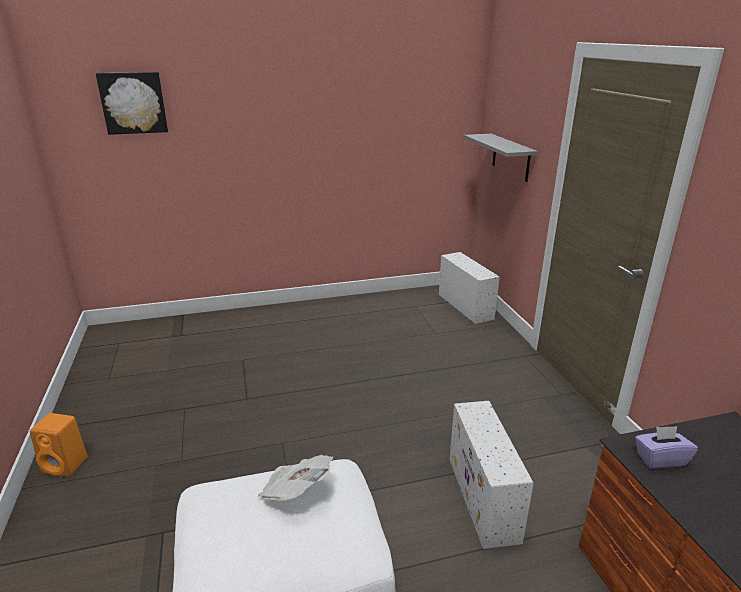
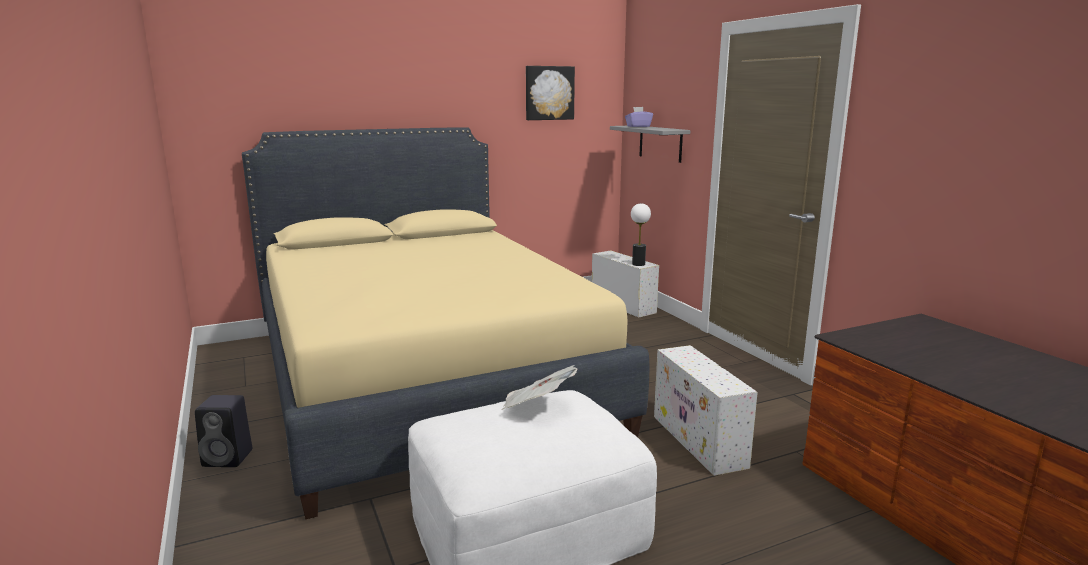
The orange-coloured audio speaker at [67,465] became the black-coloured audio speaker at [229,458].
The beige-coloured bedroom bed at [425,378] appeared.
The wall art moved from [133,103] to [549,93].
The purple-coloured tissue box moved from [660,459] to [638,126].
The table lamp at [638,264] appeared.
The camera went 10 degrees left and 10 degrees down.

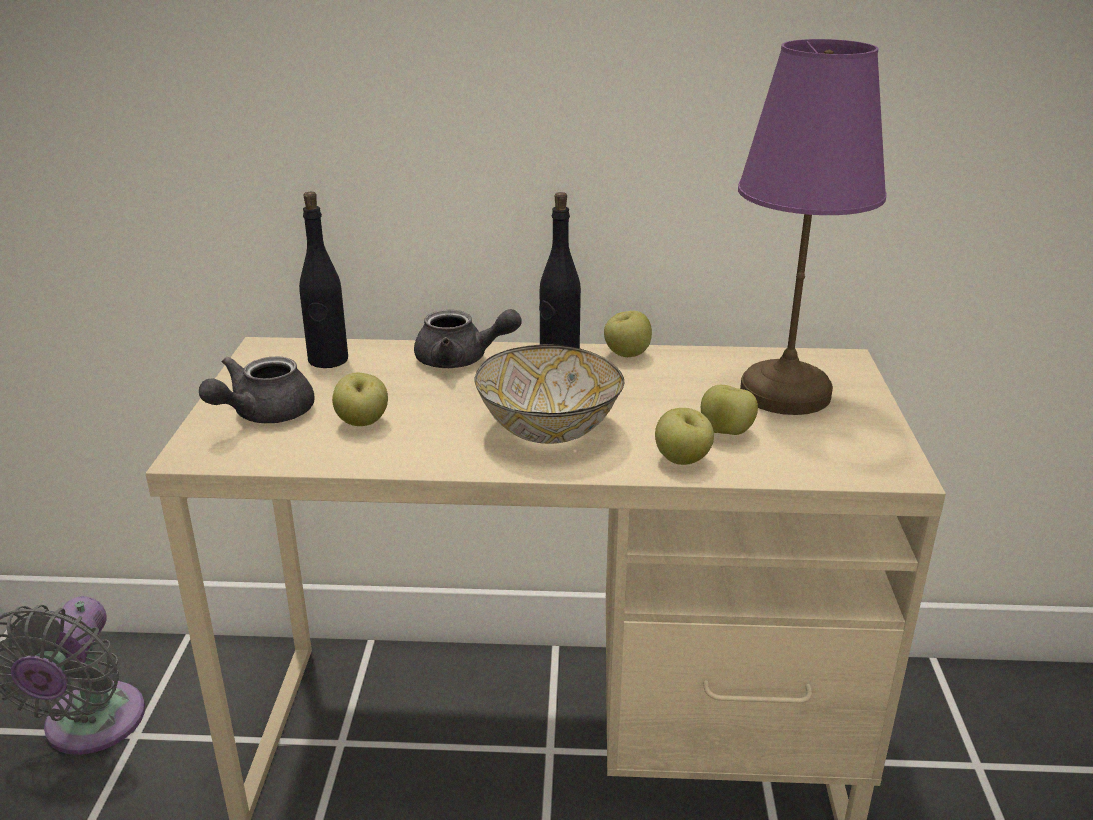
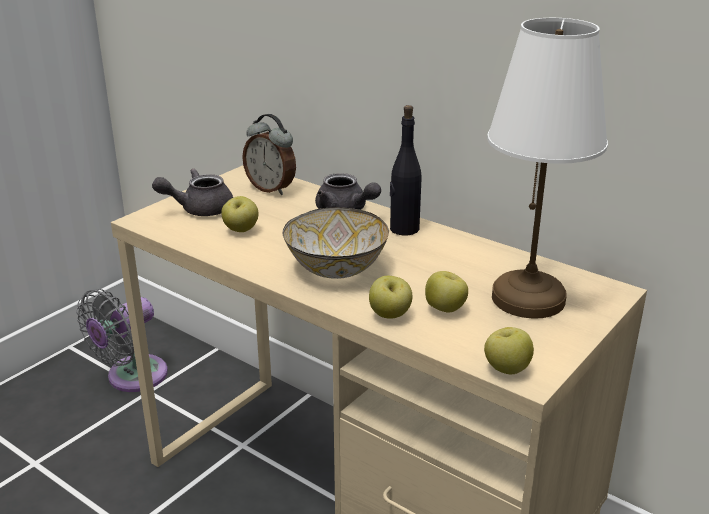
The black-coloured bottle at [328,360] was replaced by the table clock at [271,189].
The whole apple moved from [626,355] to [506,369].
The purple-coloured table lamp at [783,392] became the white-coloured table lamp at [528,297].
The camera went 35 degrees right and 0 degrees up.

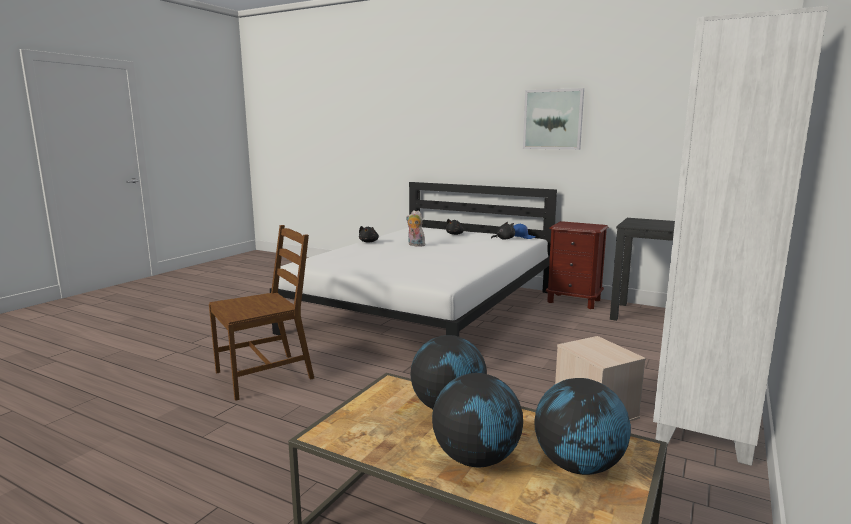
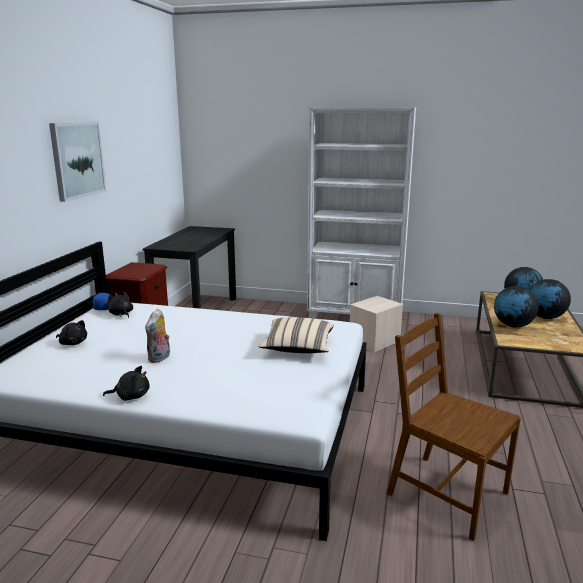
The beige-coloured throw pillow at [298,348] appeared.
The camera went 105 degrees left and 5 degrees up.

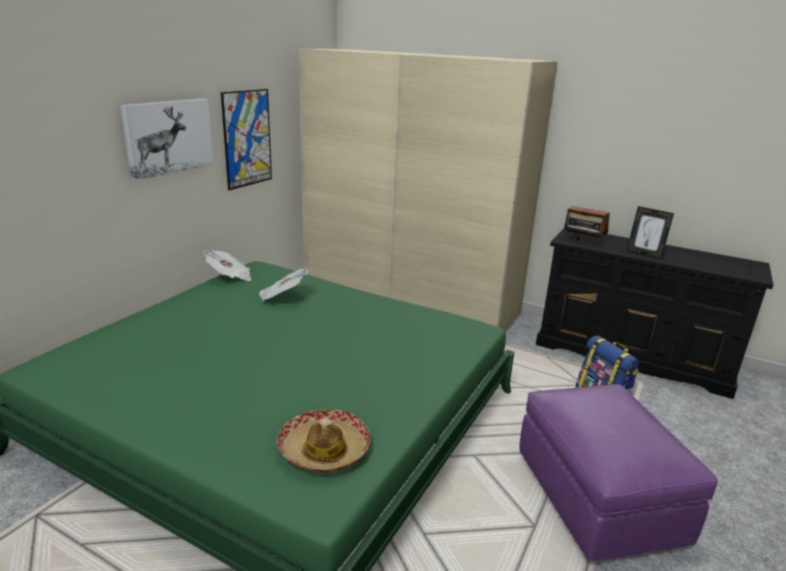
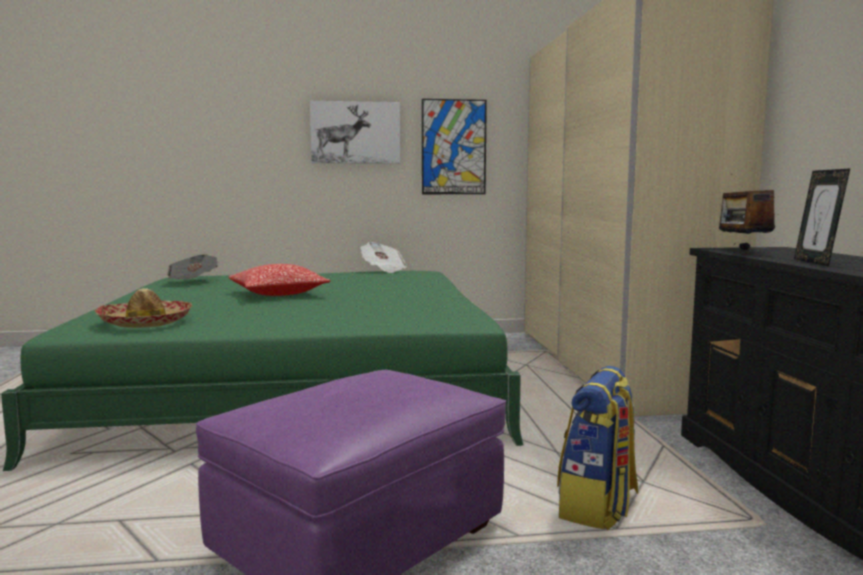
The printed paper moved from [282,296] to [193,282].
The throw pillow at [278,293] appeared.
The camera went 55 degrees right and 15 degrees down.

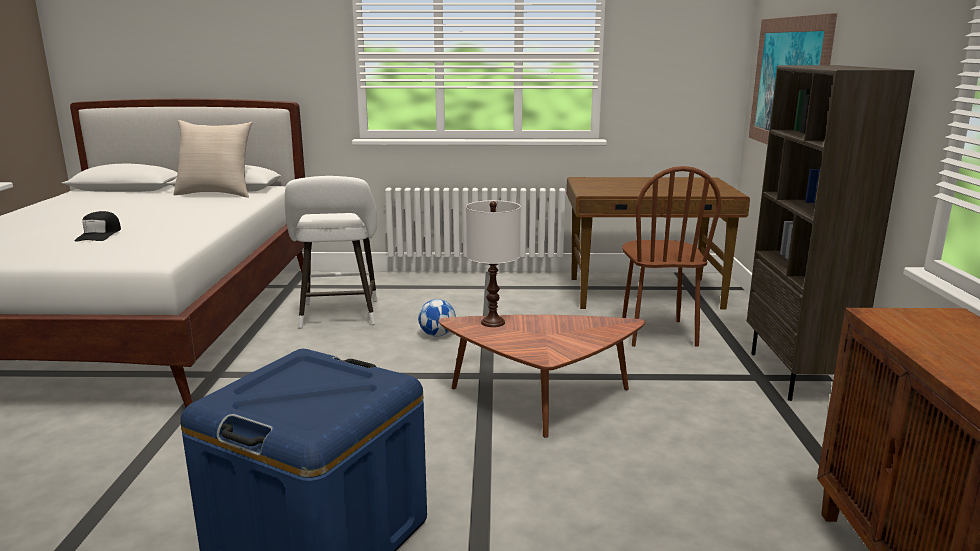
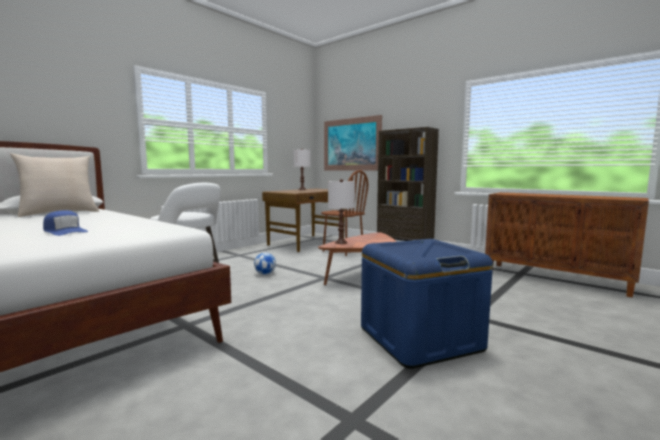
The black-coloured baseball cap at [99,235] became the bluish baseball cap at [65,231].
The white-coloured table lamp at [302,189] appeared.
The camera went 50 degrees left and 10 degrees down.

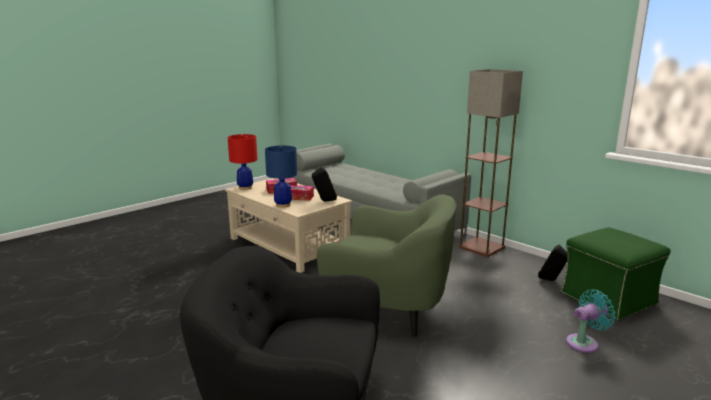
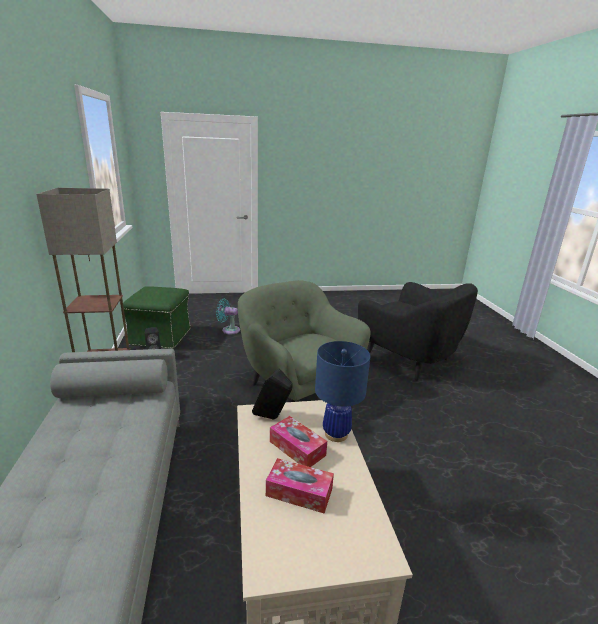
The reddish table lamp at [245,188] disappeared.
The camera went 145 degrees left and 5 degrees up.

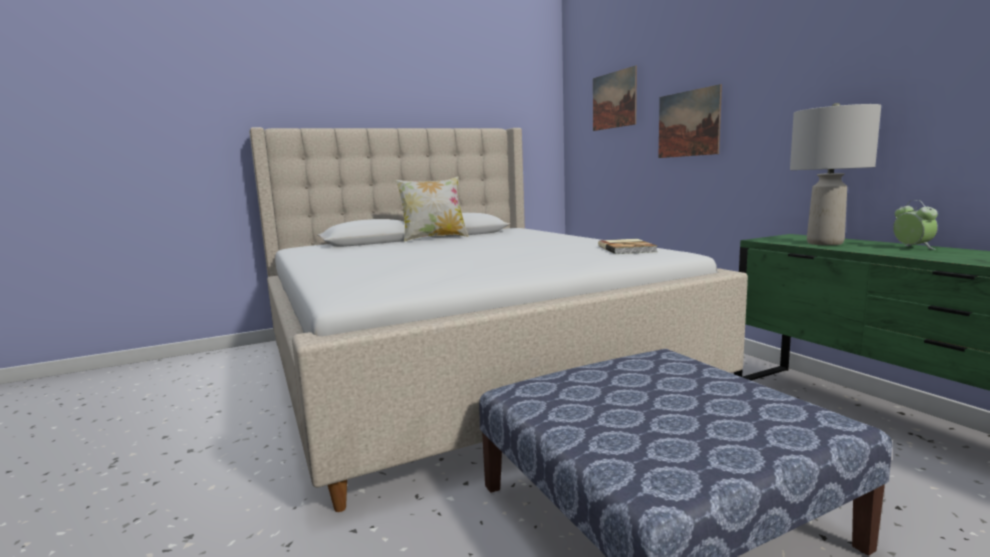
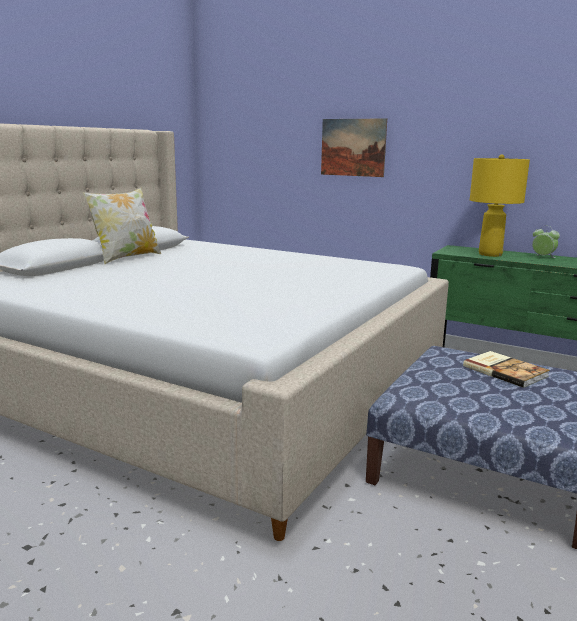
The volume moved from [627,248] to [505,370].
The grey table lamp at [824,243] became the yellow table lamp at [489,254].
The wall art at [614,100] disappeared.
The camera went 35 degrees left and 5 degrees up.

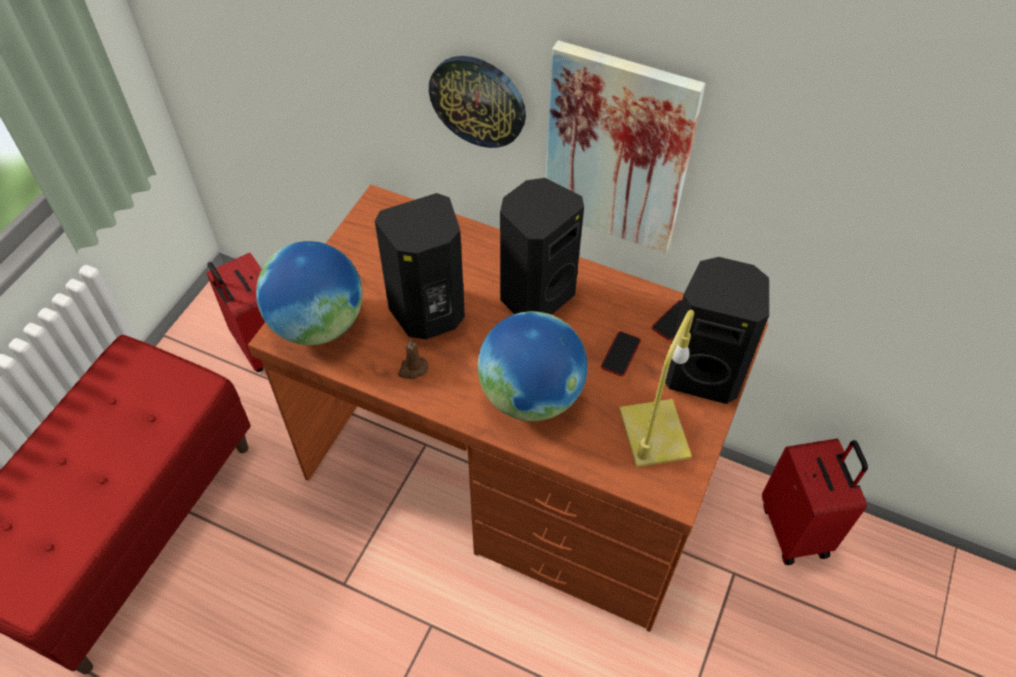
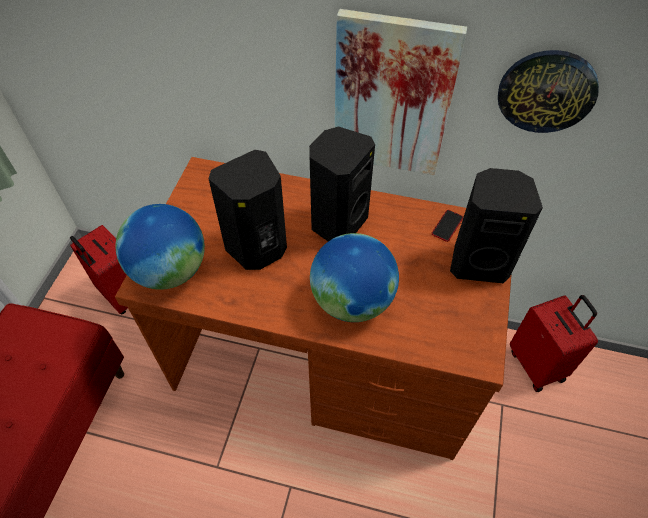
The wall clock moved from [478,101] to [546,91].
The brownish wax light at [412,369] disappeared.
The phone at [620,354] disappeared.
The yellow table lamp at [656,434] disappeared.
The camera went 10 degrees left and 0 degrees up.

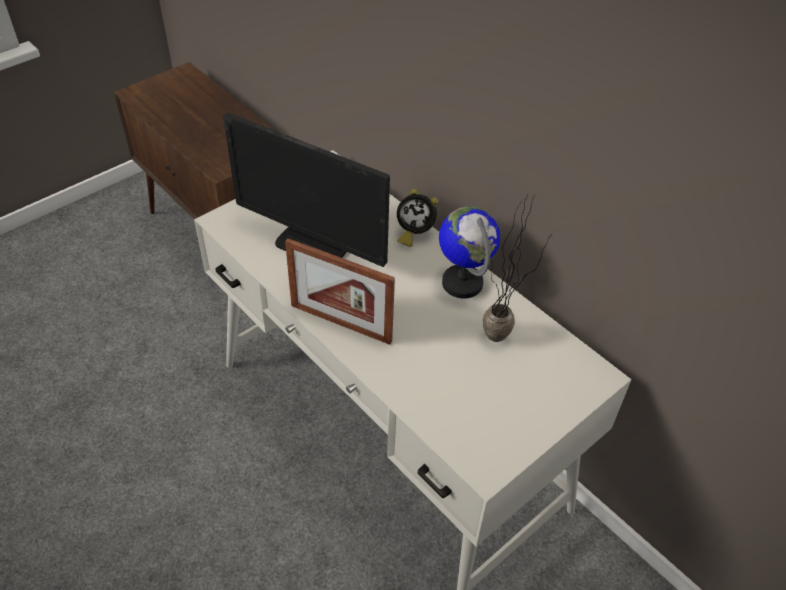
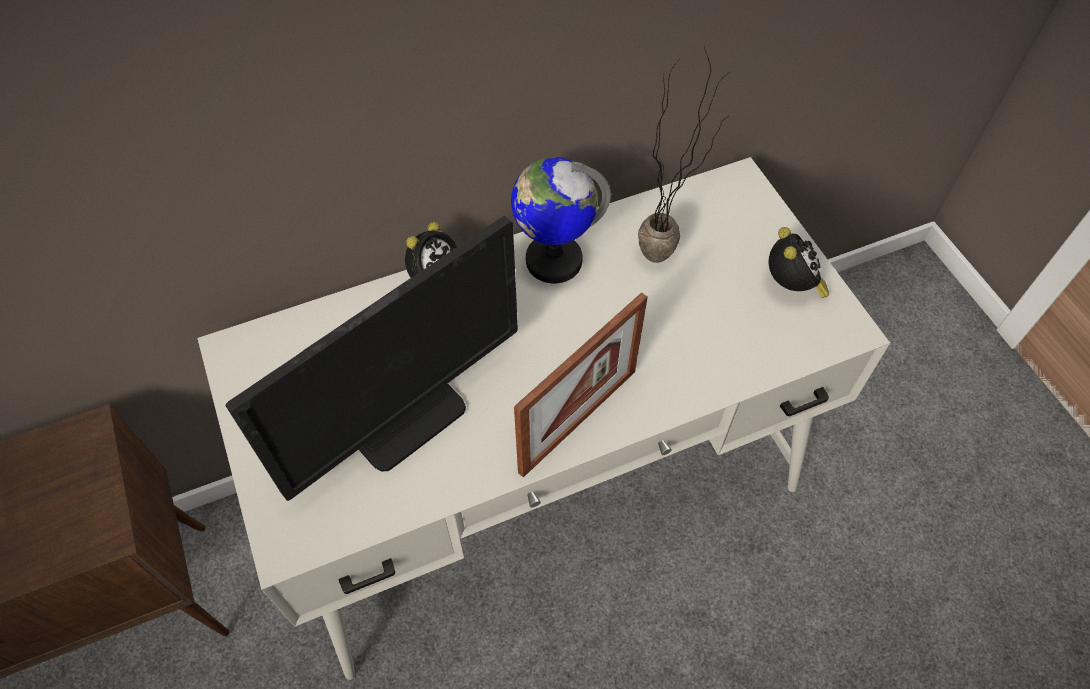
The table clock at [791,287] appeared.
The camera went 70 degrees left and 10 degrees up.

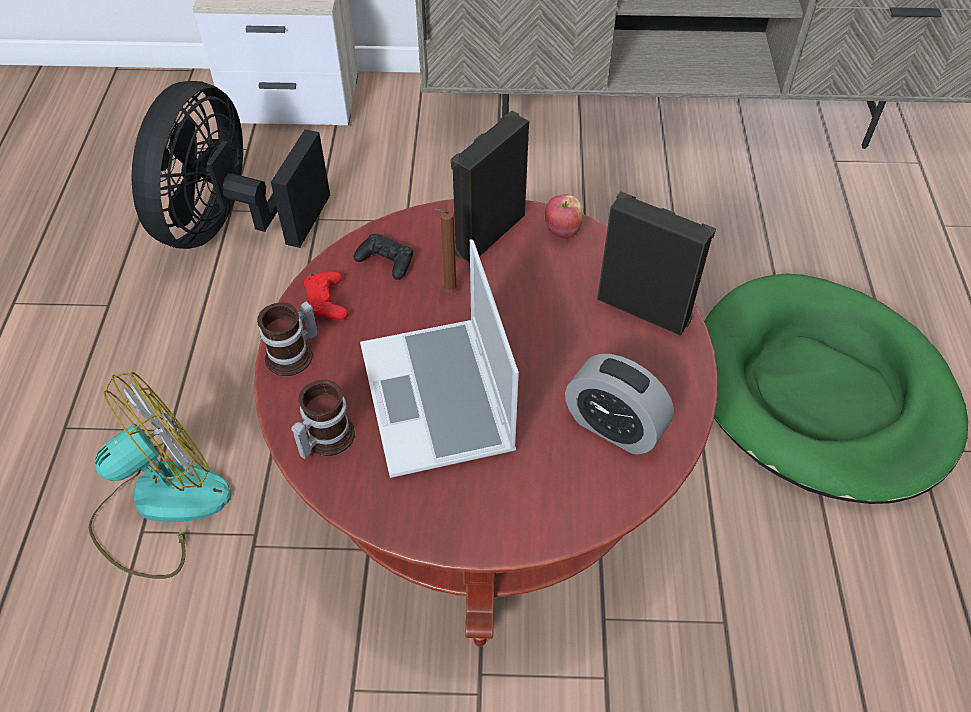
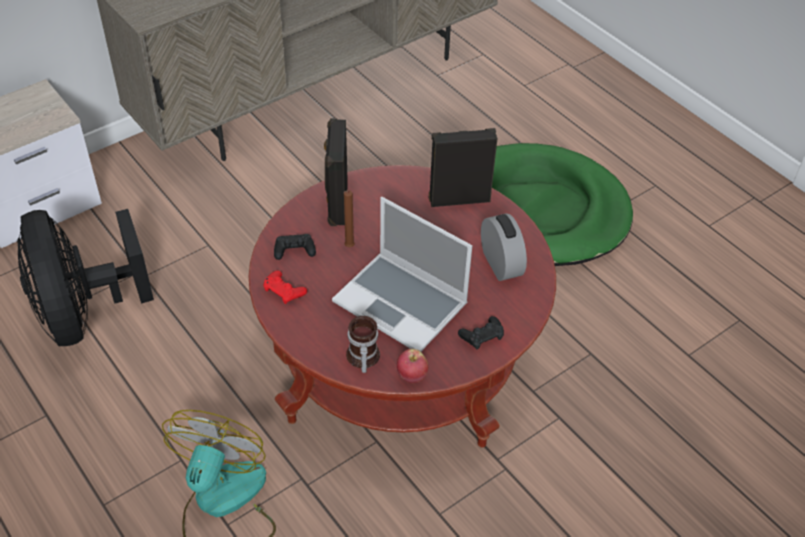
The whole apple moved from [562,231] to [412,376].
The black-coloured gamepad at [482,336] appeared.
The table clock at [614,426] turned 105 degrees counterclockwise.
The mug at [294,355] disappeared.
The camera went 40 degrees left and 5 degrees down.

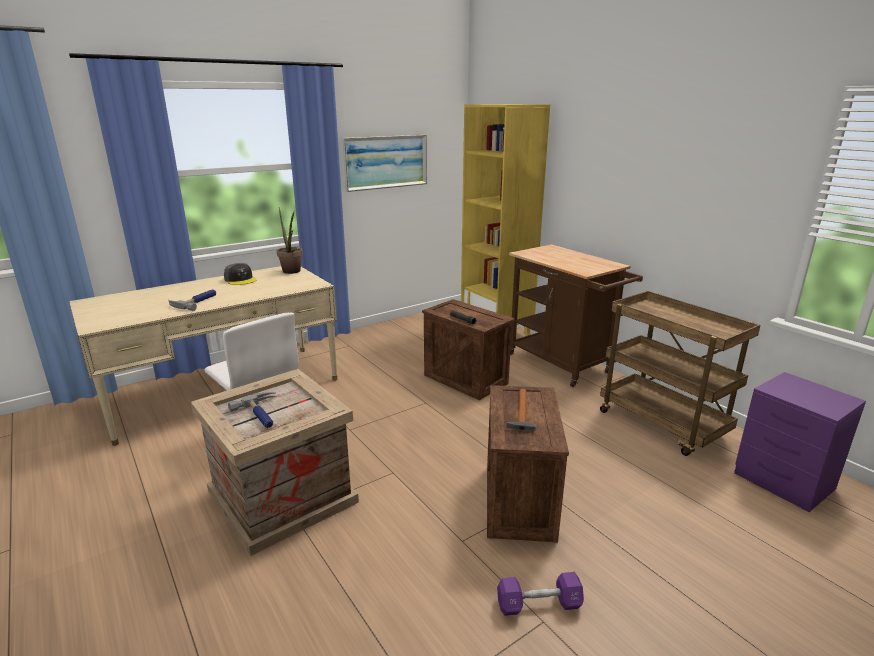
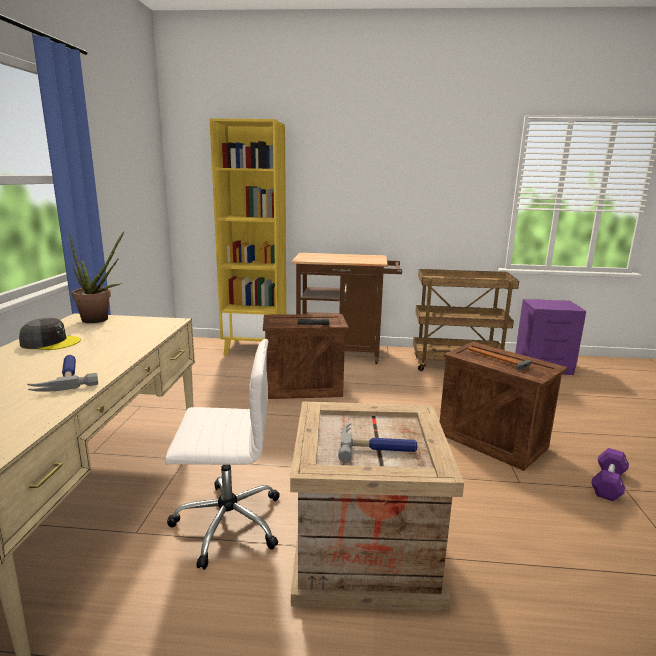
The wall art at [386,162] disappeared.
The camera went 50 degrees left and 5 degrees down.

